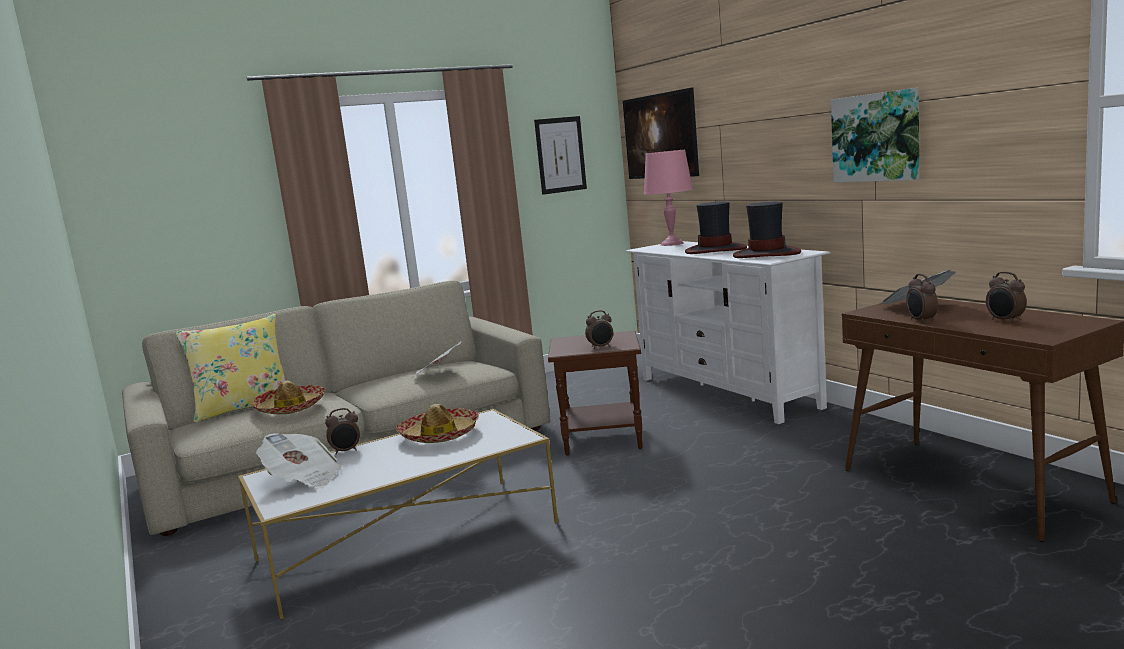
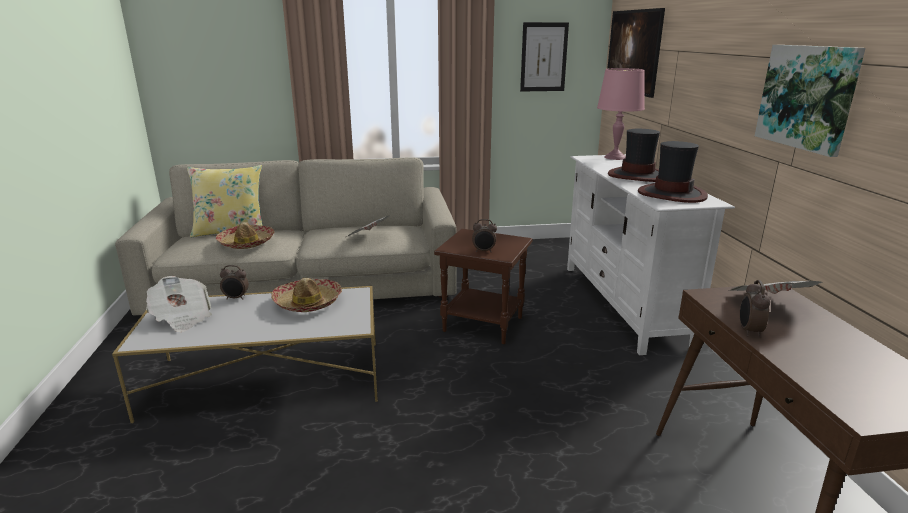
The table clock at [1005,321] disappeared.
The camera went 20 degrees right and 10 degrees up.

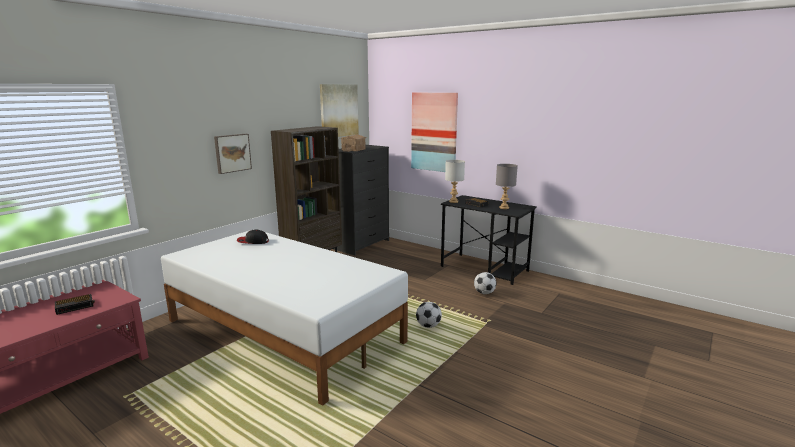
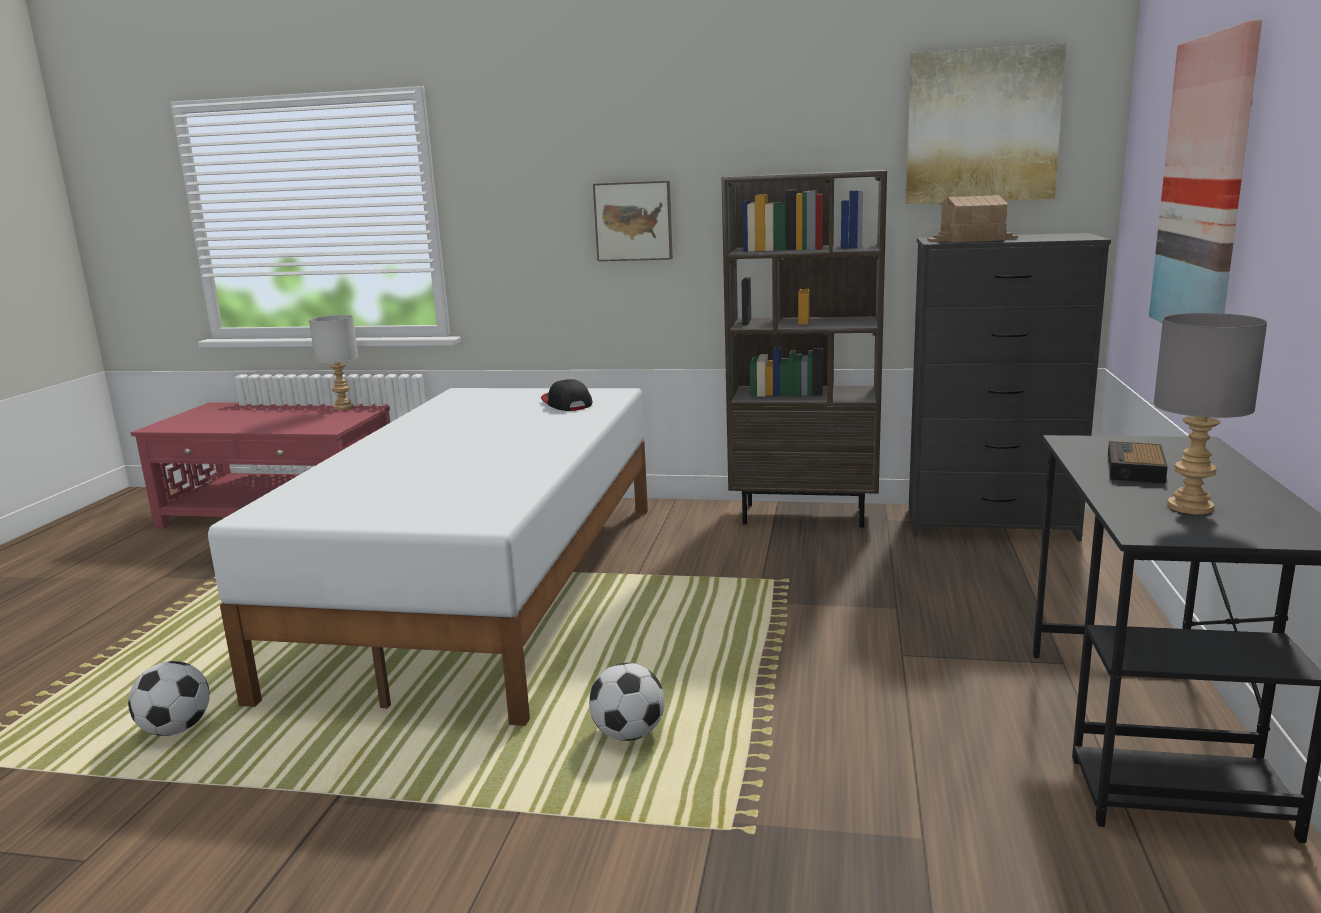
The football moved from [484,293] to [176,729].
The grey table lamp moved from [453,201] to [344,407].
The table clock at [75,306] disappeared.
The camera went 65 degrees right and 0 degrees up.

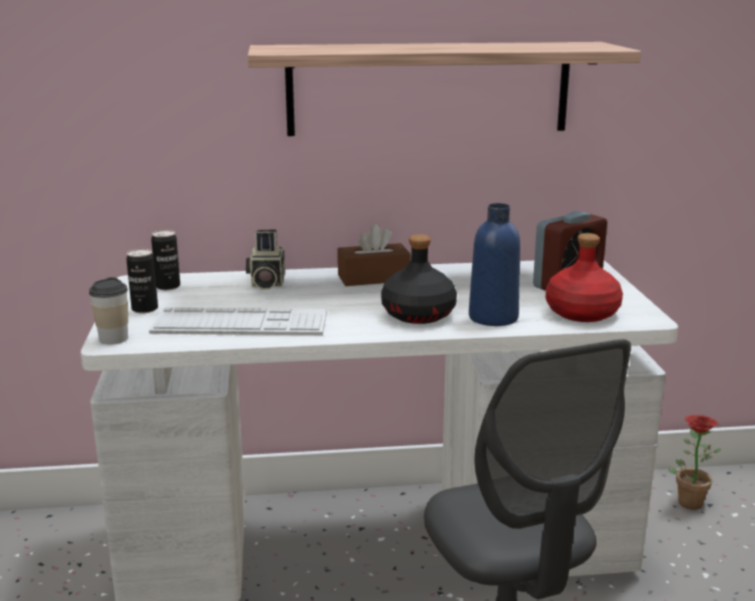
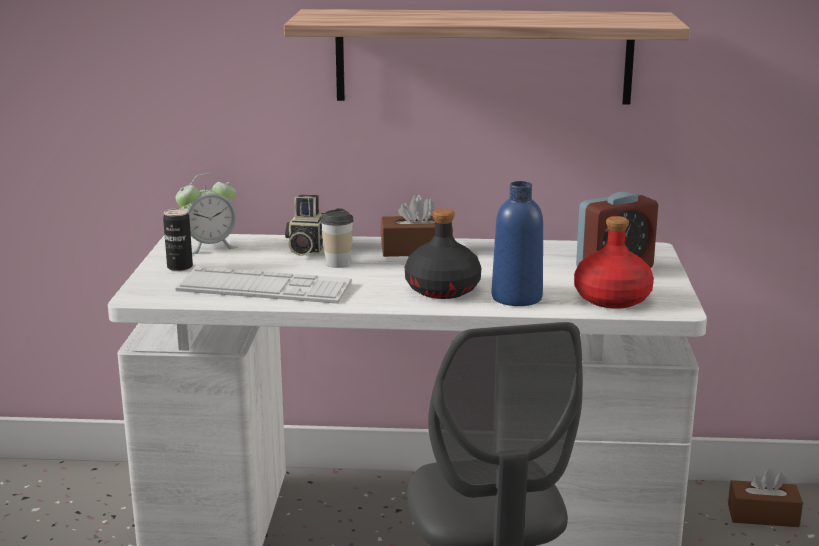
The metal can at [168,286] was replaced by the table clock at [210,246].
The small cup moved from [113,338] to [338,263].
The potted plant at [687,500] was replaced by the brownish tissue box at [763,515].
The camera went 10 degrees right and 0 degrees up.

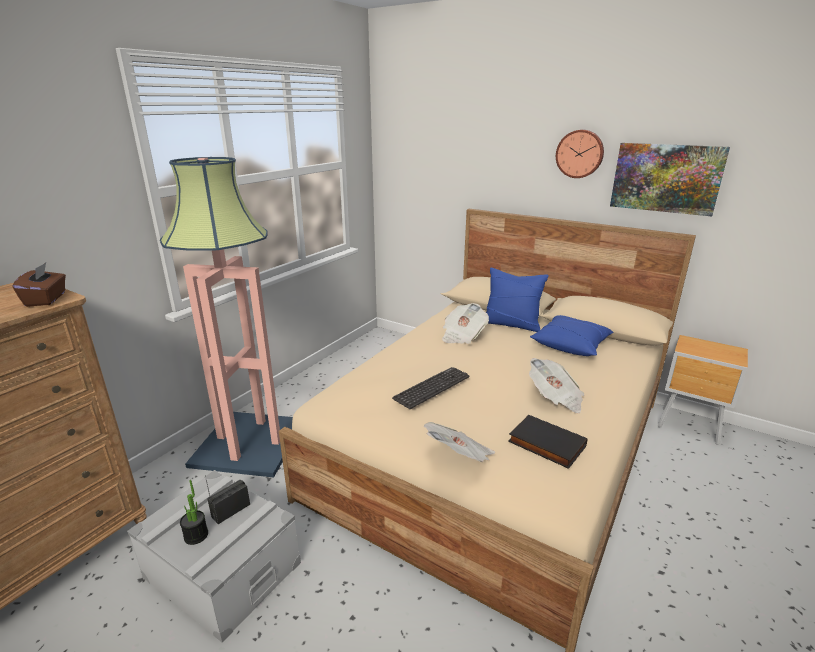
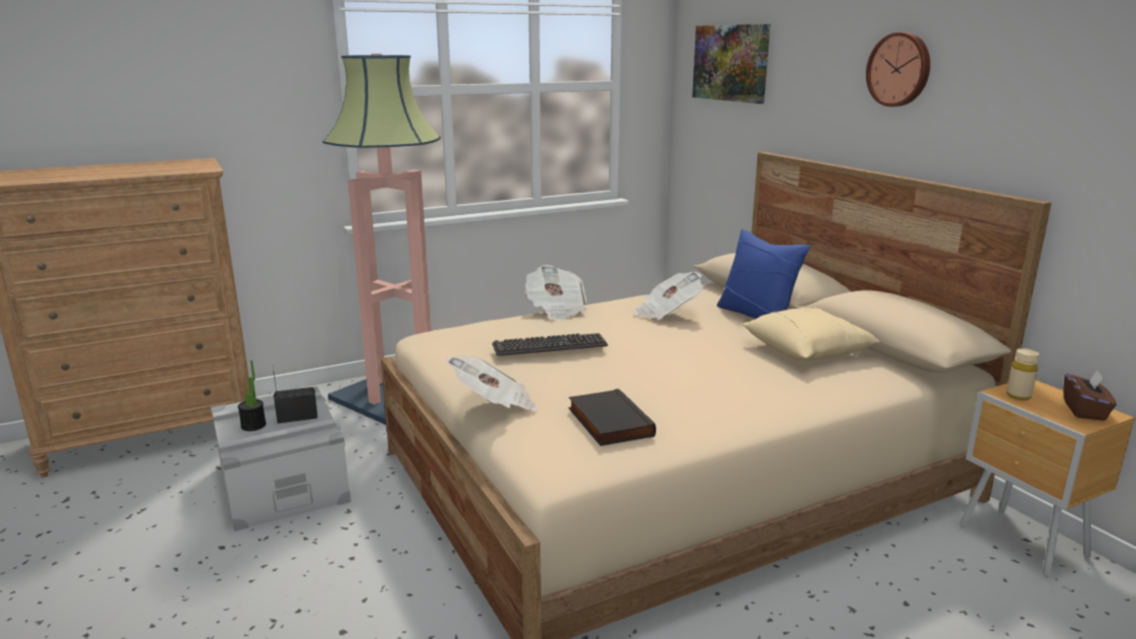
The printed paper moved from [555,398] to [556,309].
The wall art moved from [666,178] to [731,63].
The bluish throw pillow at [571,345] became the beige-coloured throw pillow at [807,350].
The beige-coloured bottle at [1018,396] appeared.
The brownish tissue box moved from [46,299] to [1084,410].
The camera went 30 degrees right and 5 degrees down.

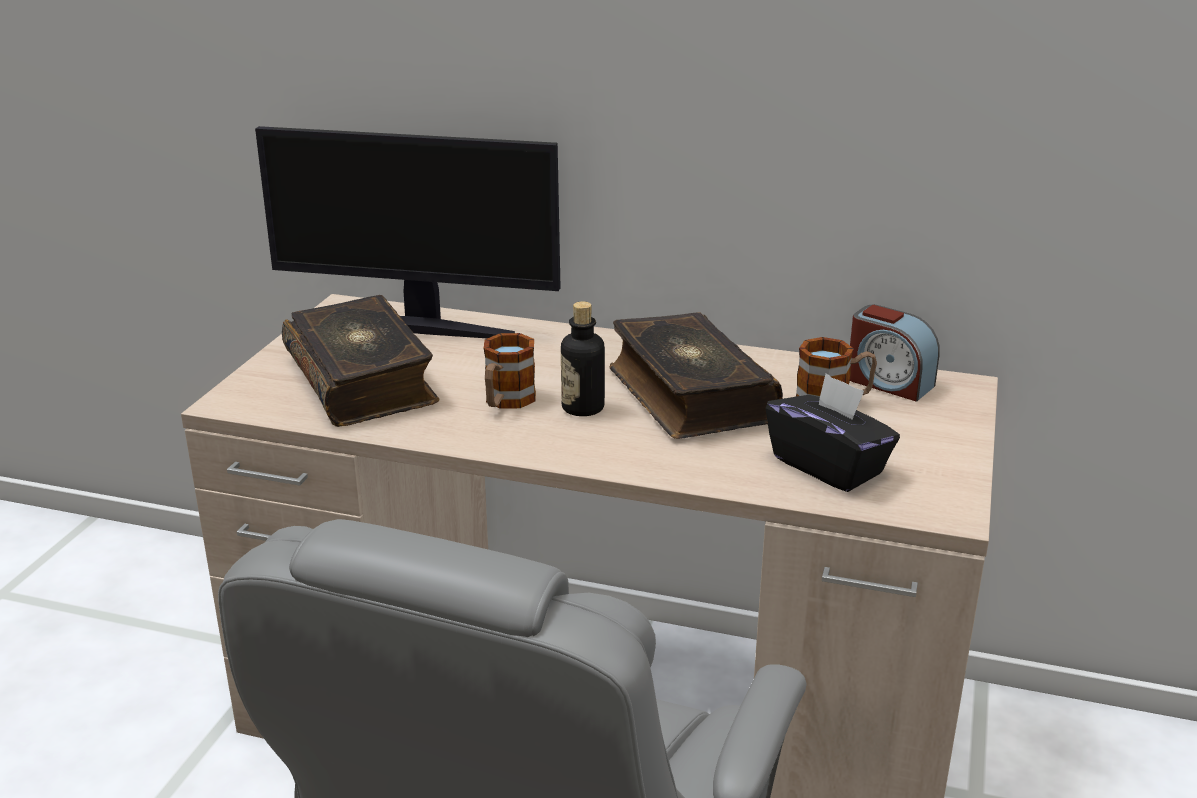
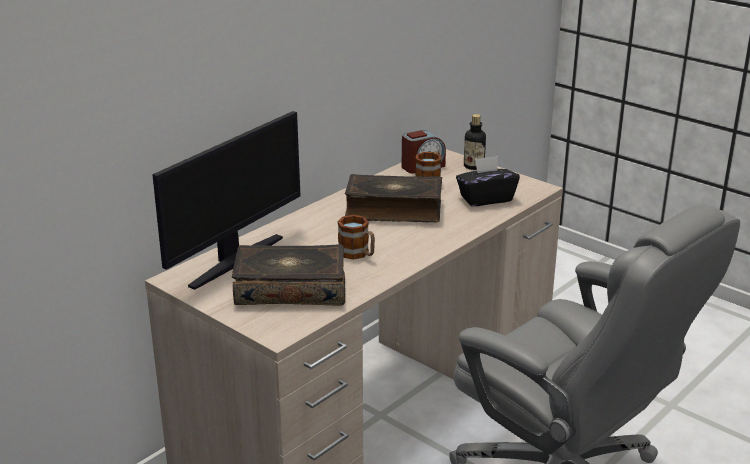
The bottle moved from [583,407] to [473,166].
The camera went 65 degrees left and 0 degrees up.

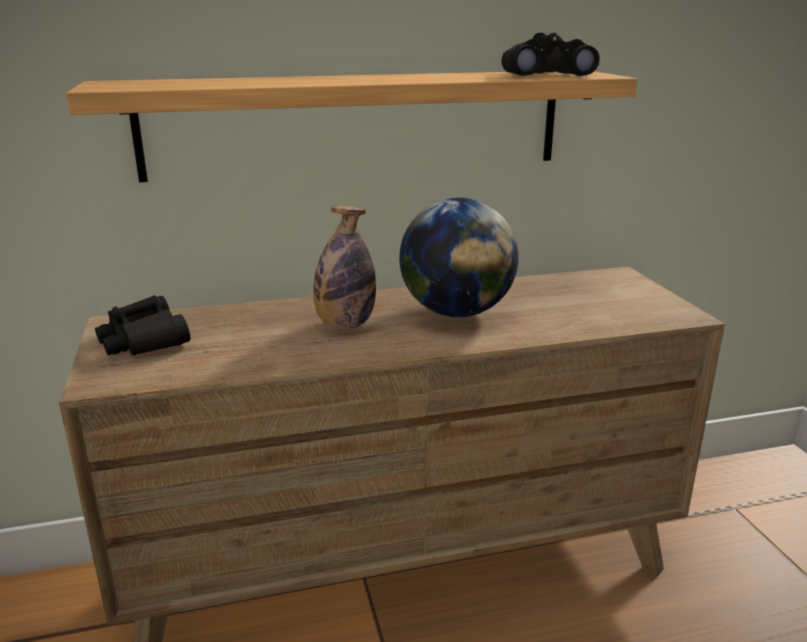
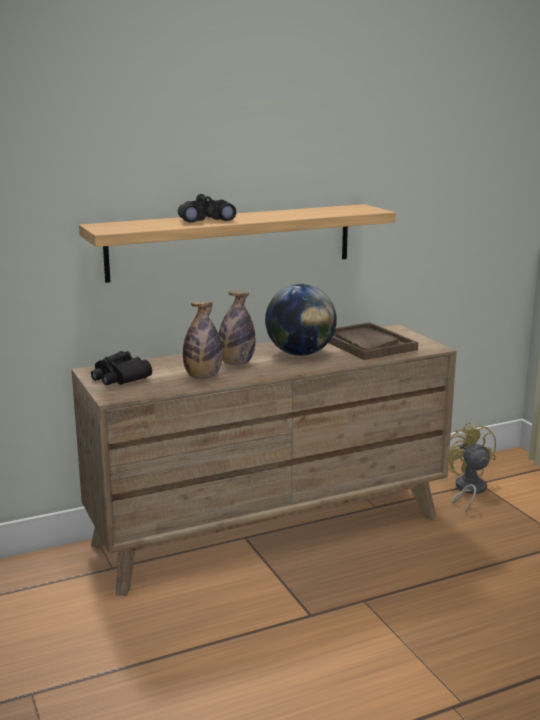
The black-coloured pair of binoculars moved from [544,75] to [205,220].
The bottle at [203,377] appeared.
The brownish carrying tray at [366,344] appeared.
The yellow fan at [468,490] appeared.
The camera went 10 degrees left and 5 degrees down.

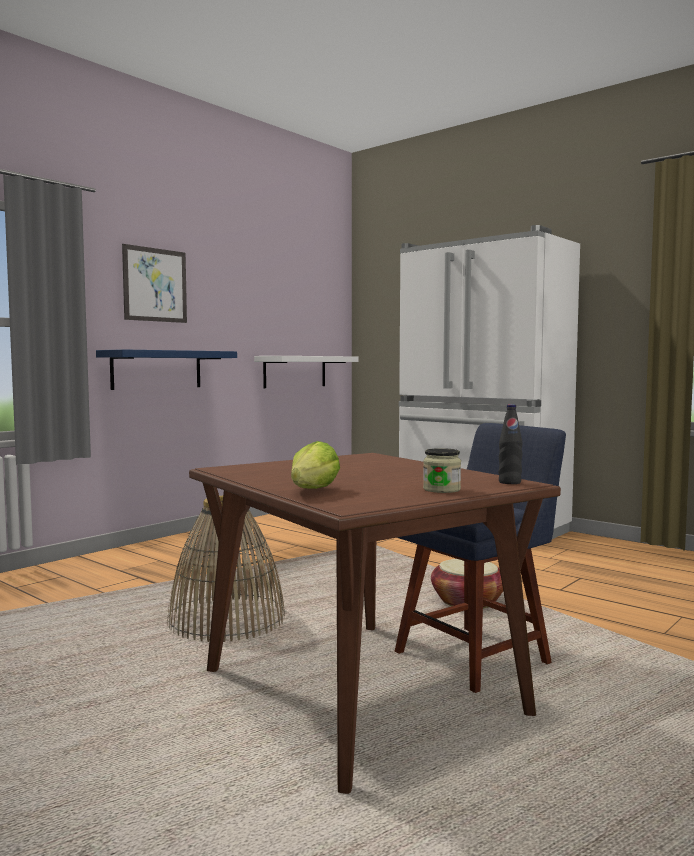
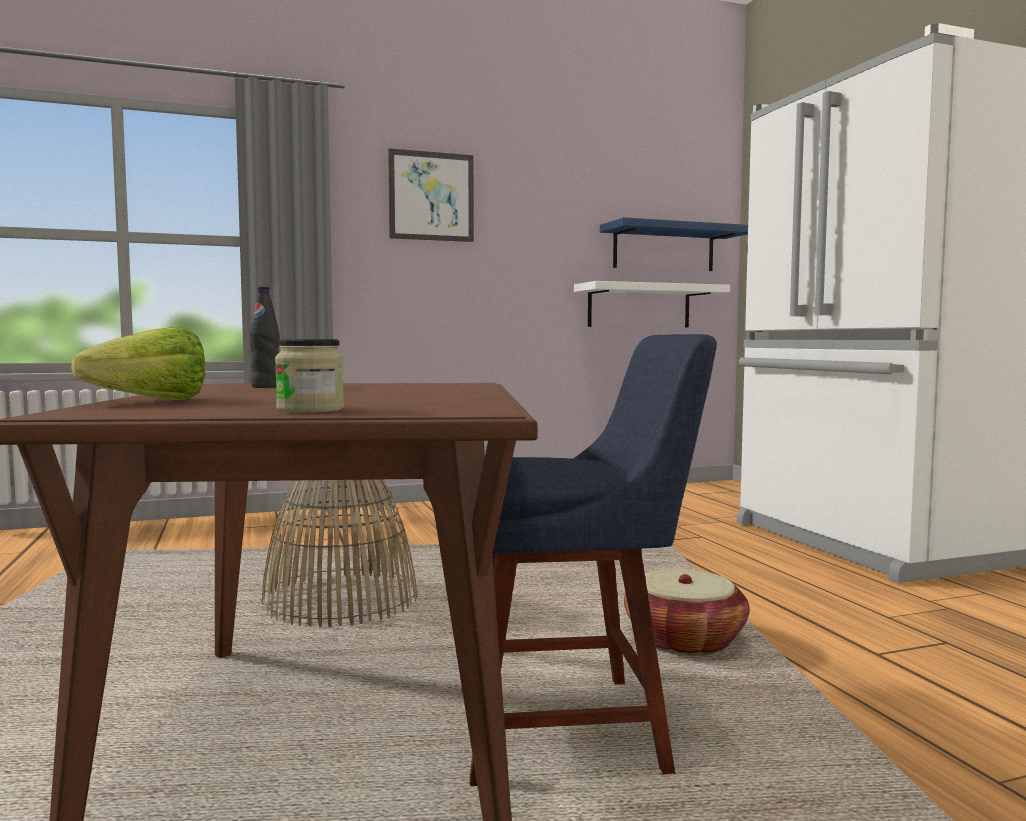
The black-coloured bottle moved from [509,482] to [266,387].
The bluish shelf moved from [157,369] to [663,249].
The camera went 30 degrees right and 0 degrees up.

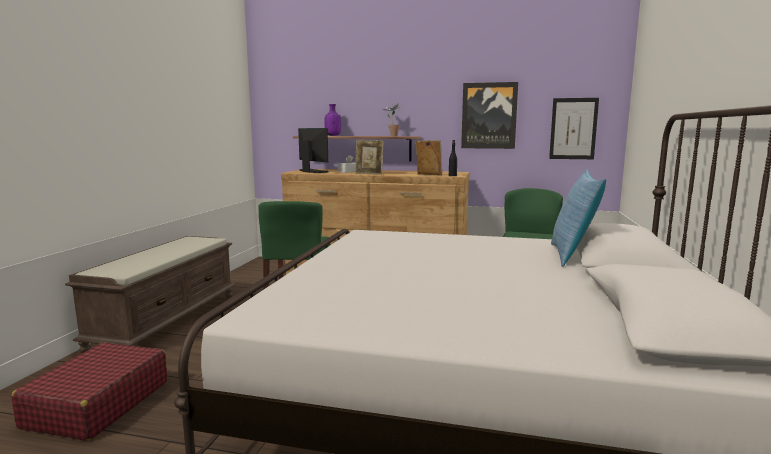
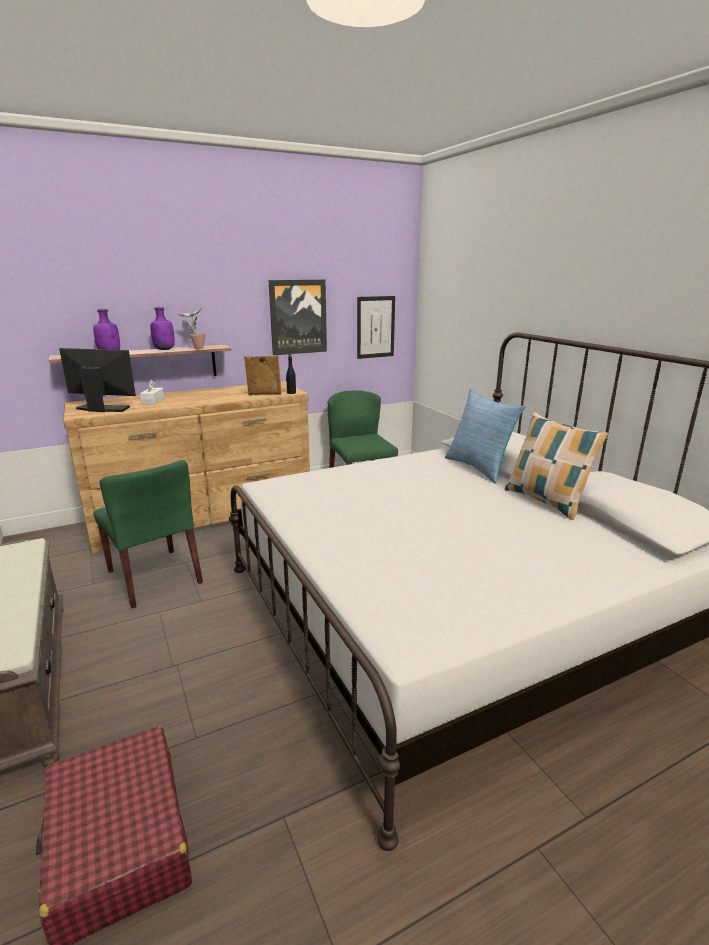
The purple-coloured bottle at [164,349] appeared.
The throw pillow at [546,501] appeared.
The standing frame at [369,174] disappeared.
The camera went 40 degrees left and 10 degrees up.

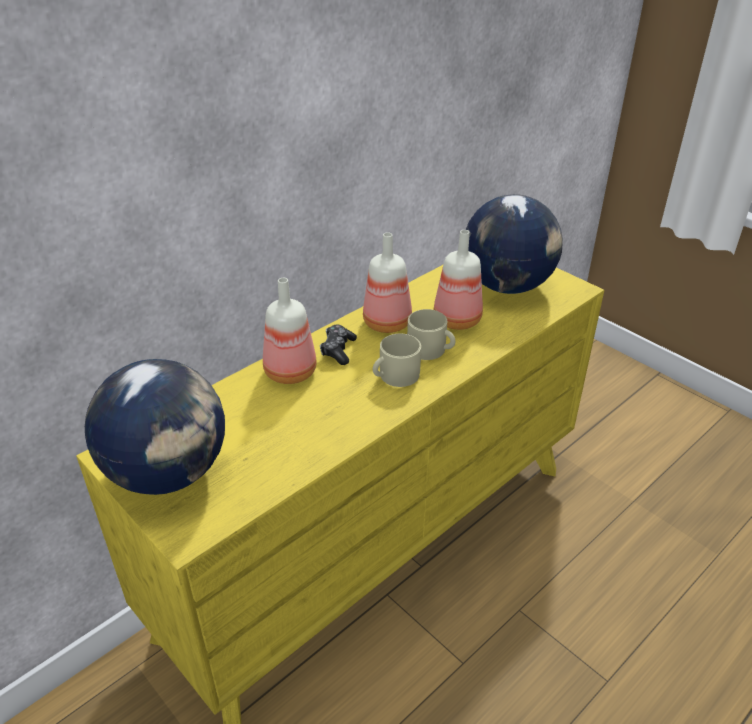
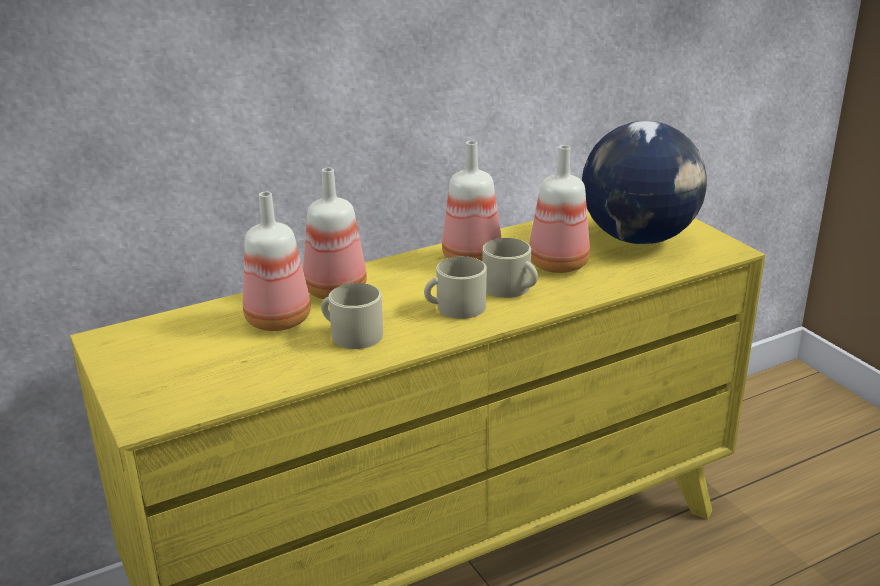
The bottle at [280,321] appeared.
The beige-coloured mug at [351,334] appeared.
The globe at [168,473] disappeared.
The gamepad at [338,350] disappeared.
The camera went 15 degrees right and 10 degrees down.

